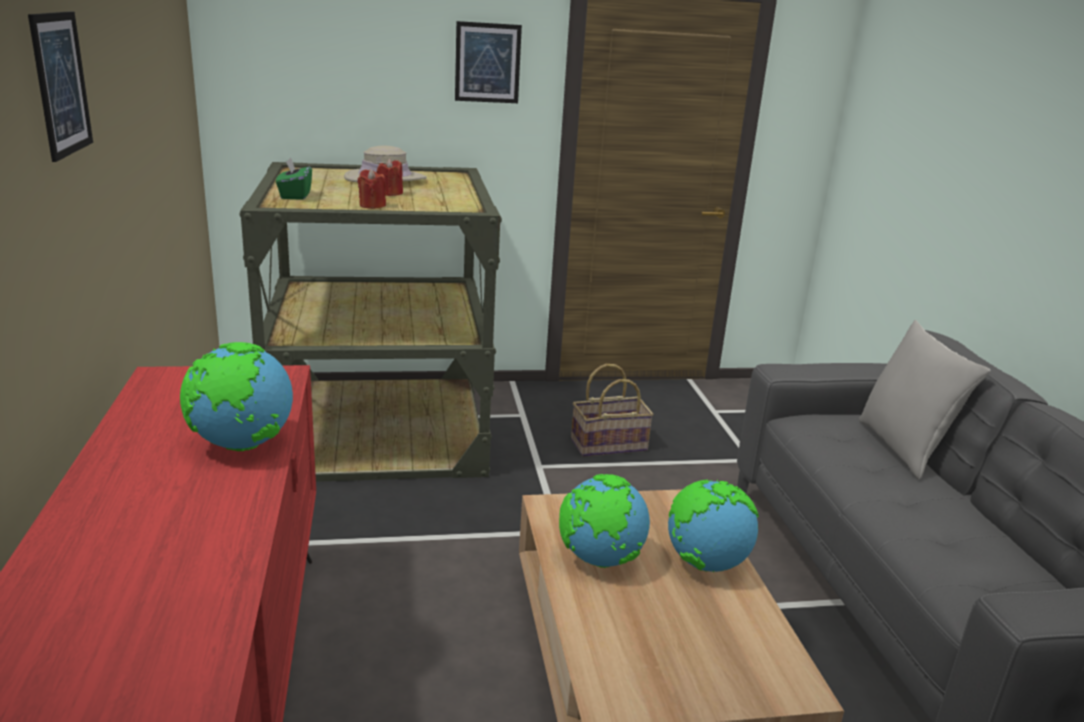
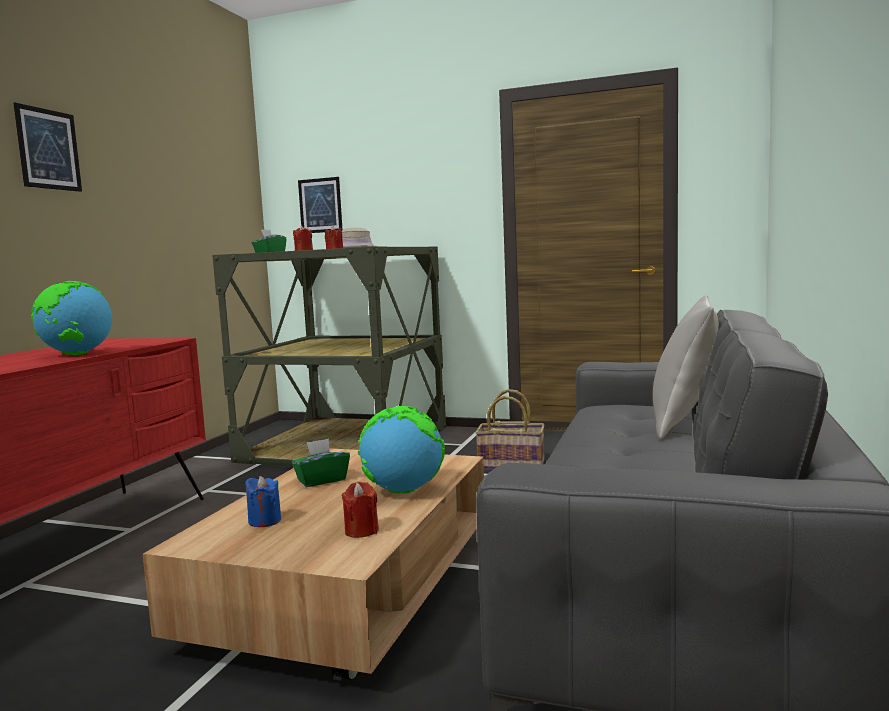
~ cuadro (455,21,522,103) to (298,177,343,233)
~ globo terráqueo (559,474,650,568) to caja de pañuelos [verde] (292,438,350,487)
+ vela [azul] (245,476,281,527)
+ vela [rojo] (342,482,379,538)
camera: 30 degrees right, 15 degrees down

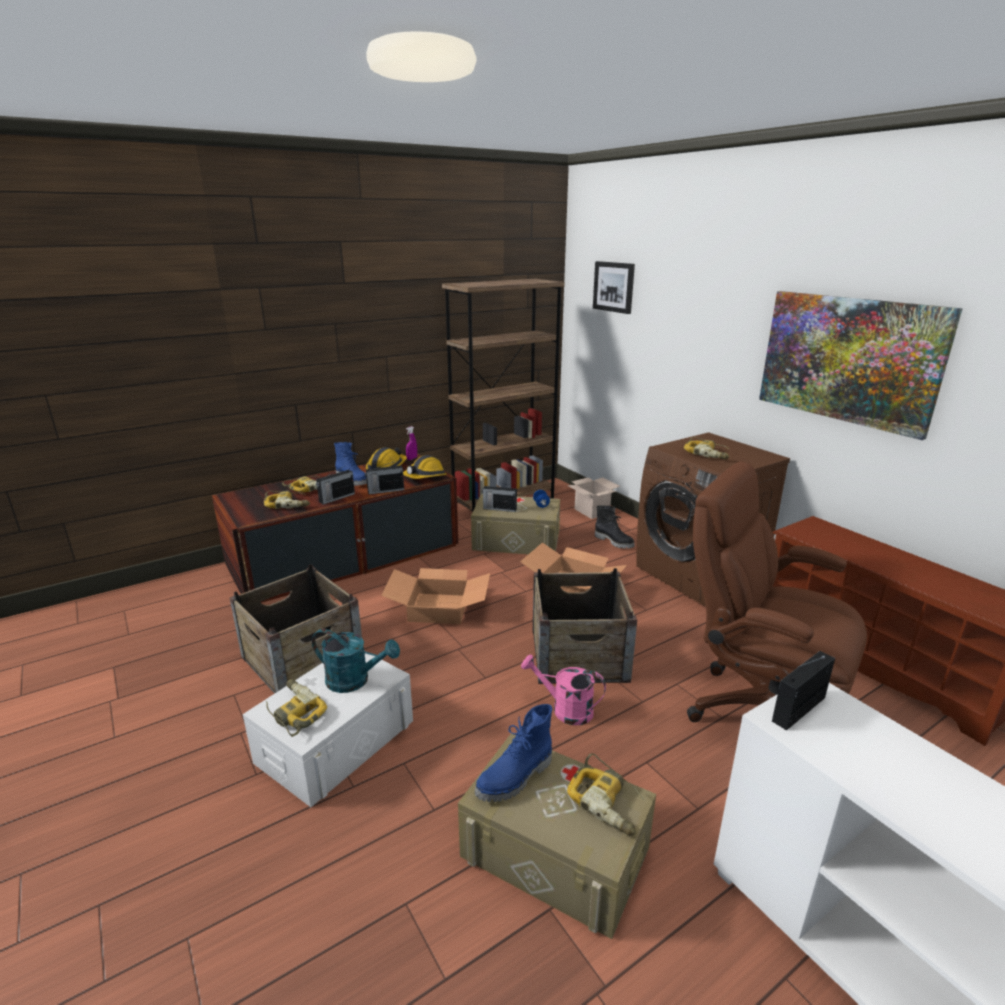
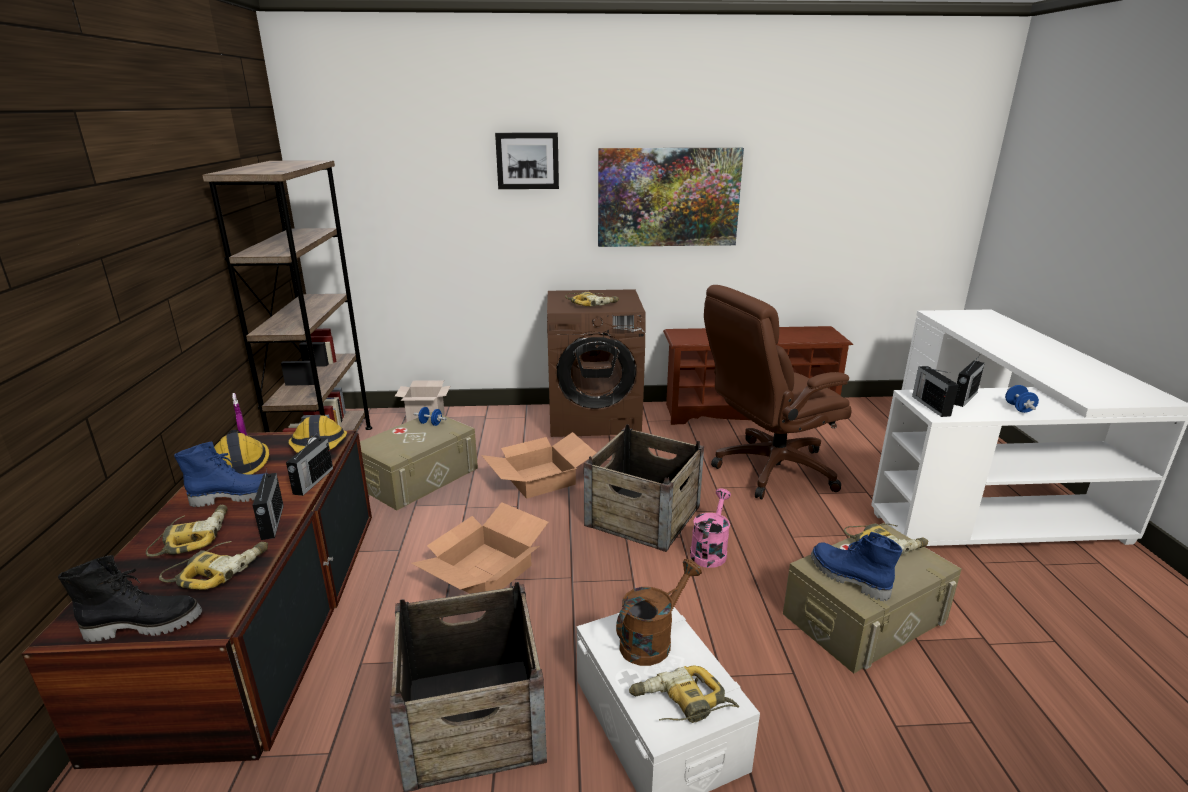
~ cuadro (593,261,635,314) to (495,133,559,189)
~ radio (482,484,517,512) to (954,355,985,407)
~ bota [negro] (595,505,635,549) to (58,555,202,642)
~ regadera [turquesa] (312,629,400,693) to regadera [marrón] (616,559,702,666)
~ regadera [rosa] (521,655,606,725) = (690,489,731,568) 150 degrees clockwise
~ bota [azul] (475,704,553,802) = (811,532,902,601) 150 degrees clockwise
+ mancuerna [azul] (1005,385,1039,413)
camera: 60 degrees left, 0 degrees up

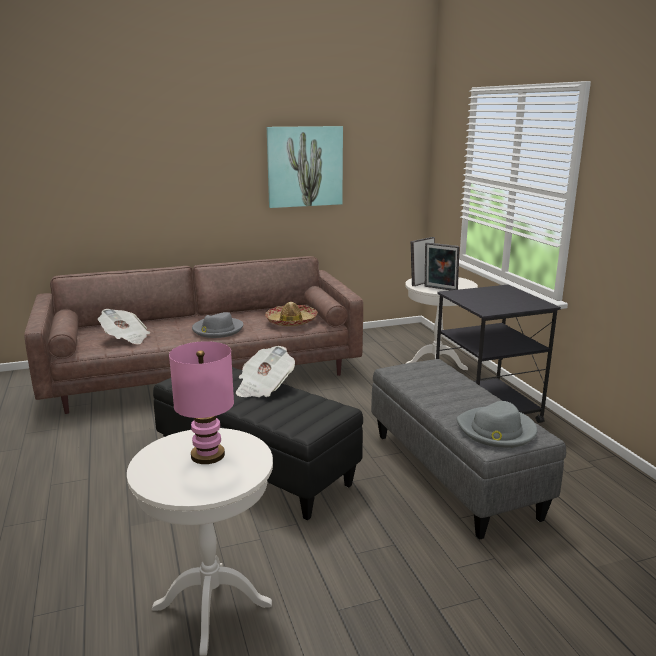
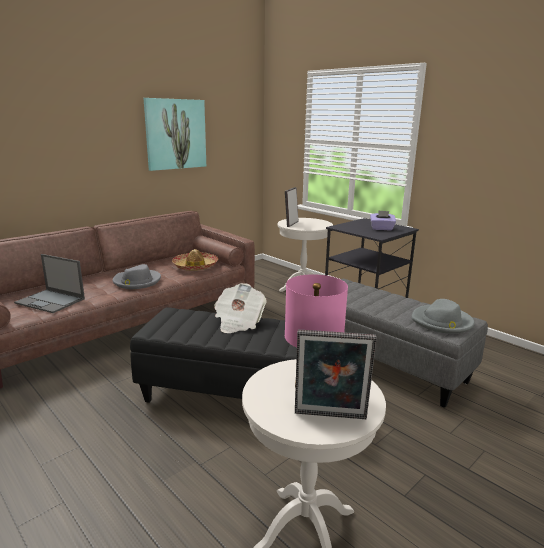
~ portarretratos (425,242,460,290) to (295,330,376,419)
~ periódico (98,309,150,344) to portátil (14,254,85,313)
+ caja de pañuelos [morado] (370,211,396,230)
camera: 25 degrees left, 0 degrees up

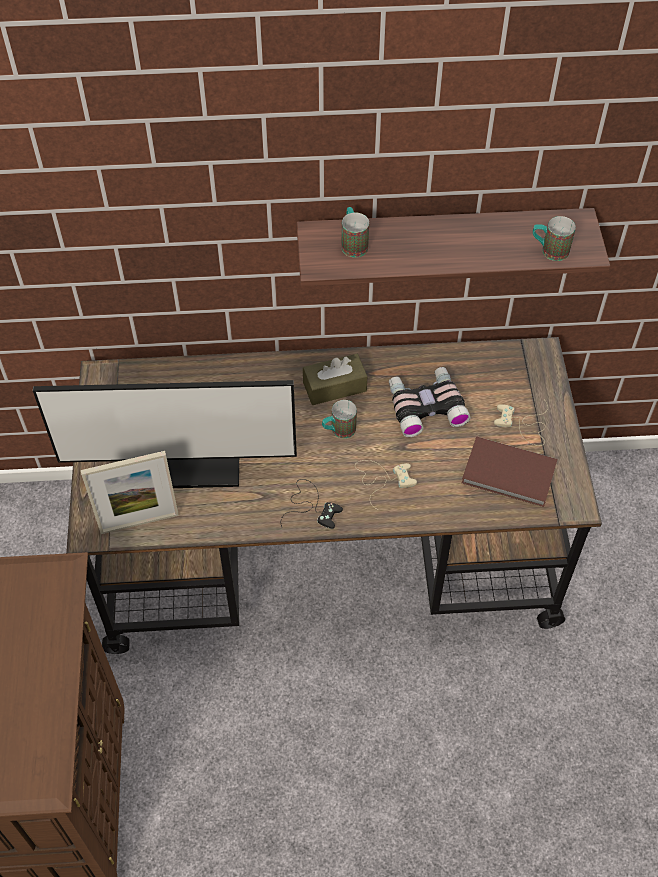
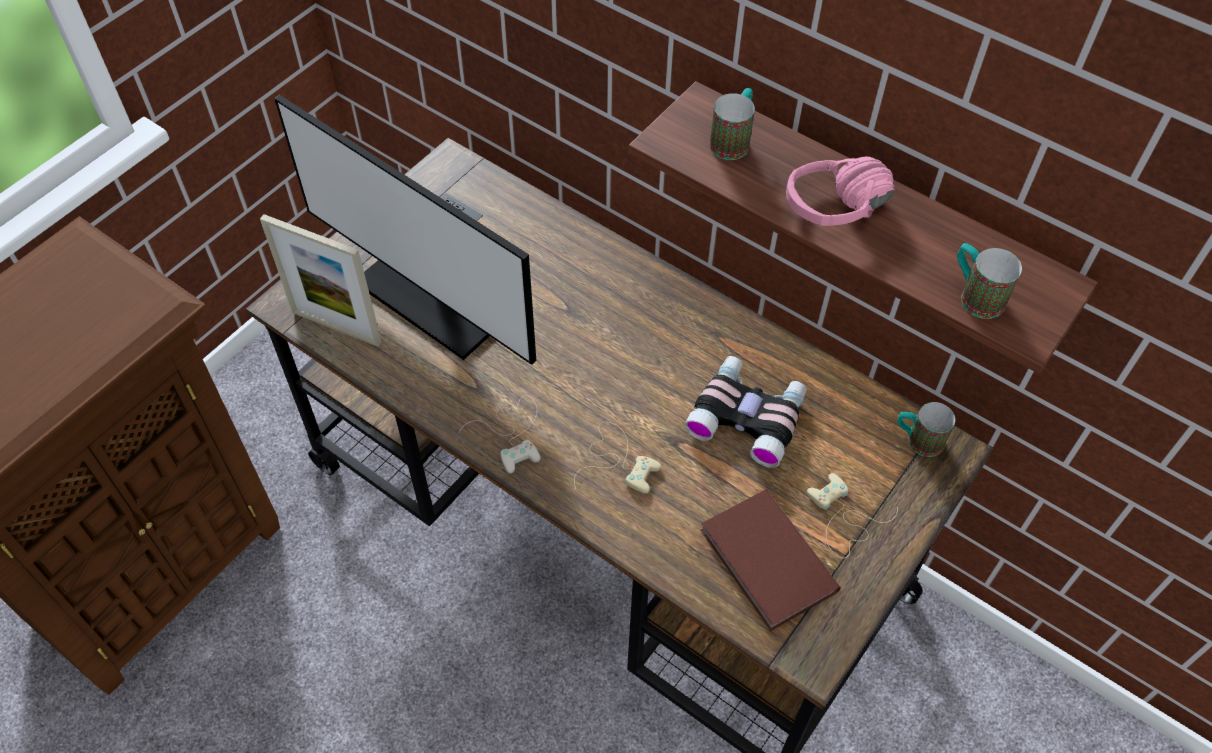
- caja de pañuelos [marrón] (303,354,367,405)
~ taza grande (322,400,357,439) to (898,402,955,457)
~ mando de consola [negro] (281,479,343,529) to mando de consola [blanco] (459,396,541,474)
+ auriculares [rosa] (786,157,894,226)
camera: 40 degrees right, 0 degrees up

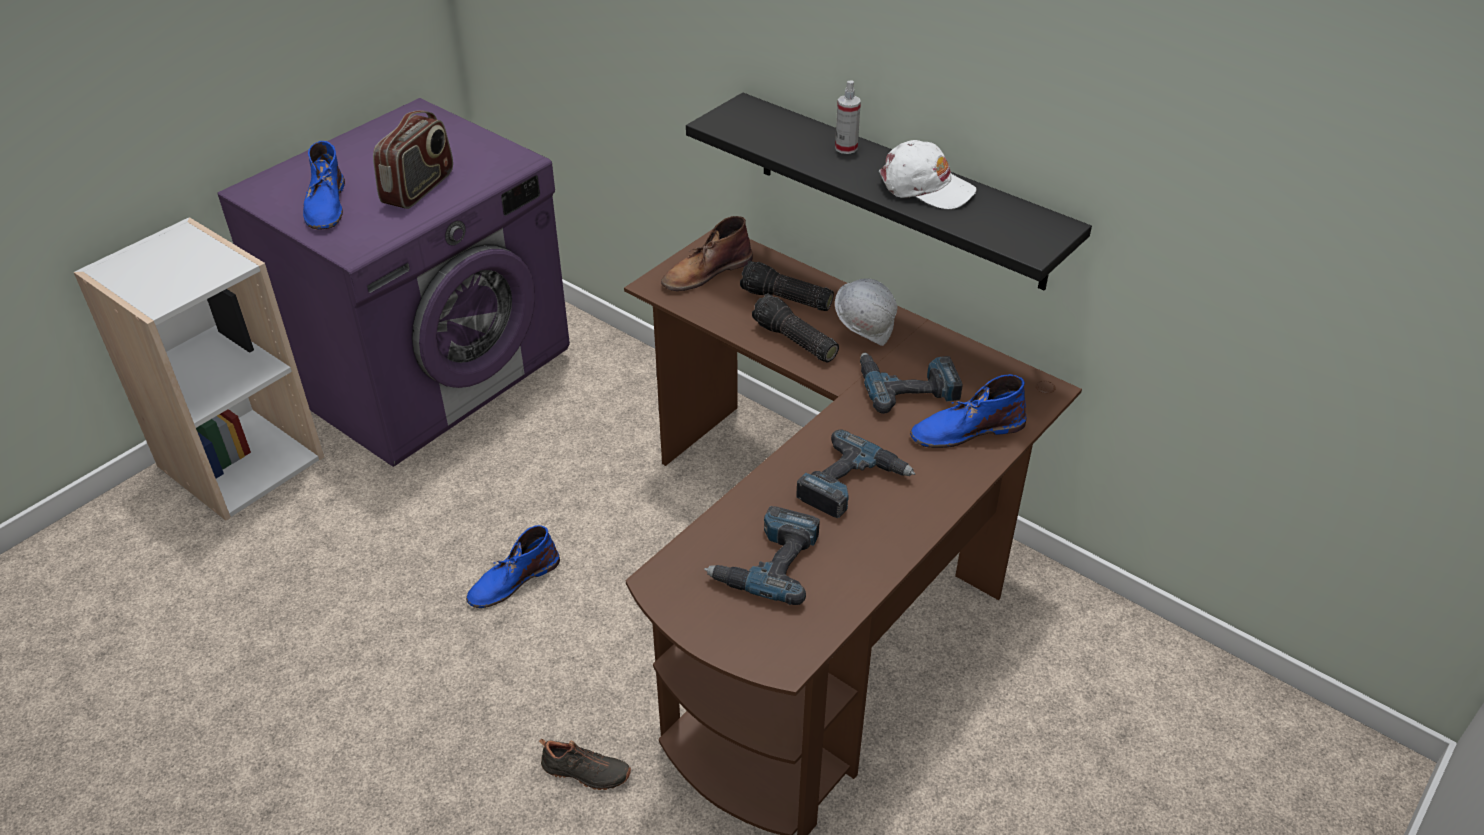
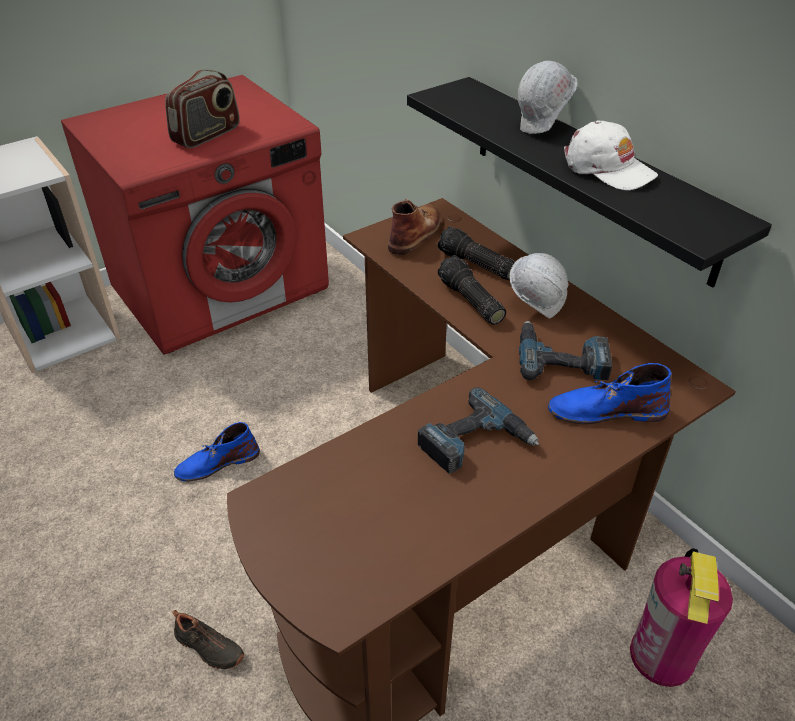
~ pulverizador (835,81,861,154) to casco [blanco] (518,61,578,134)
~ lavadora [morado] (217,98,570,467) to lavadora [rojo] (61,75,329,355)
- bota [azul] (303,141,345,230)
~ bota [marrón] (661,216,753,291) = (388,199,441,255) 135 degrees clockwise
- taladro (704,506,820,605)
+ extintor (630,548,733,687)
camera: 15 degrees right, 0 degrees up

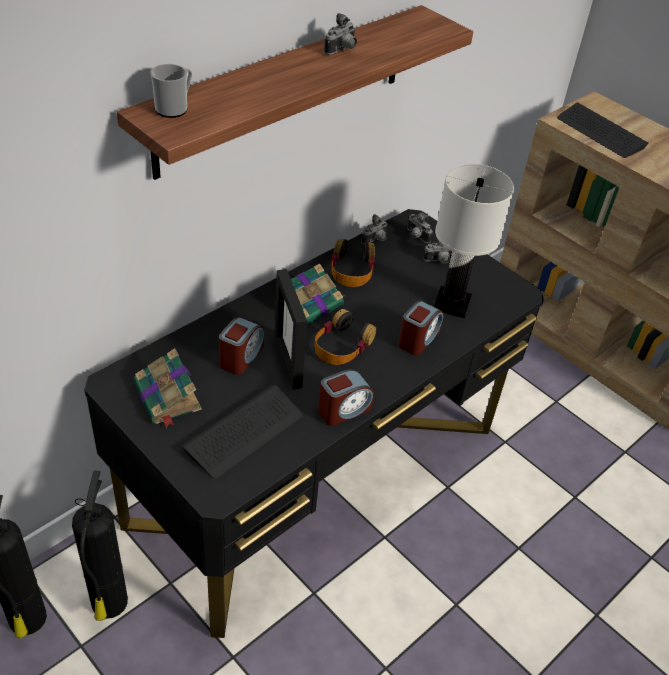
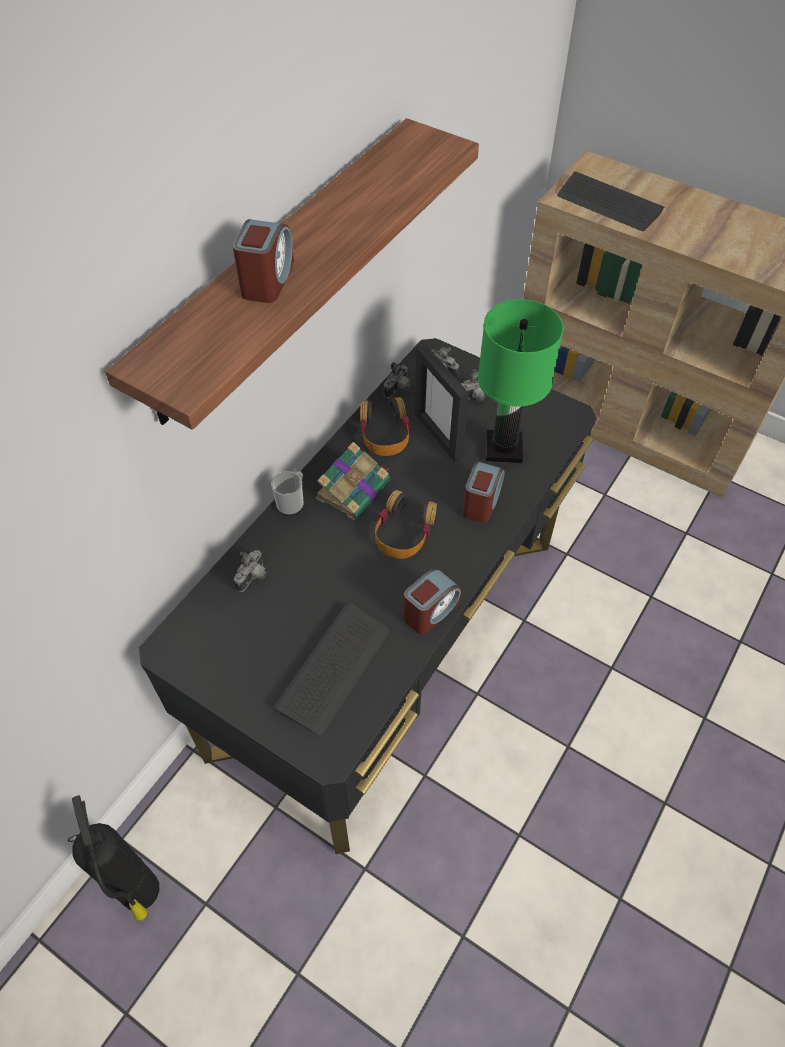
~ cámara (324,13,357,55) to (234,550,267,592)
~ taza grande (151,64,192,118) to (271,471,304,515)
~ lámpara de mesa [blanco] (433,164,514,318) to lámpara de mesa [verde] (478,299,564,463)
~ portarretratos (274,269,307,390) to (415,344,469,462)
~ despertador (219,317,264,375) to (233,219,294,303)
- libro (133,348,202,428)
- extintor (72,471,128,621)
camera: 10 degrees left, 10 degrees up

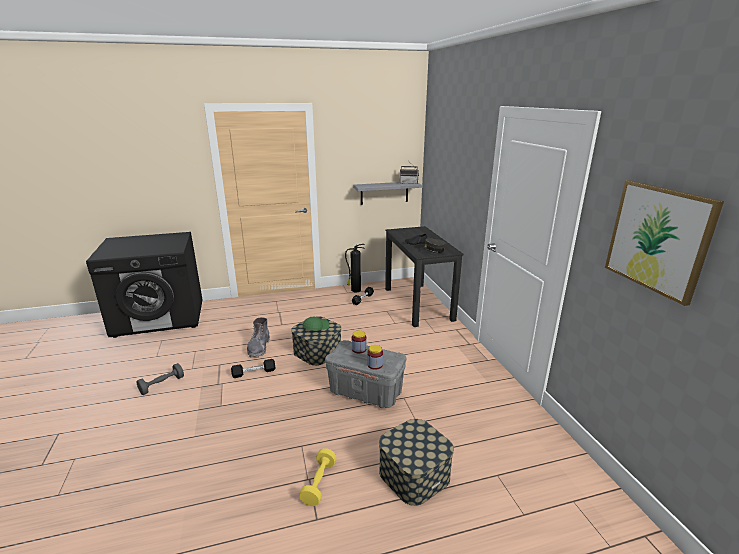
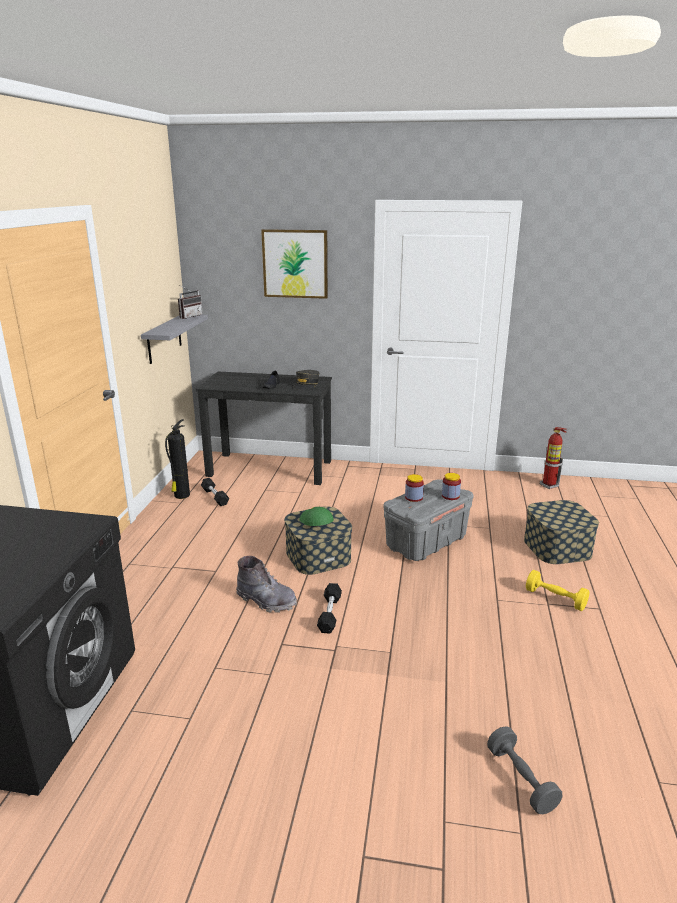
~ cuadro (605,180,724,306) to (261,229,328,299)
~ mancuerna [gris] (136,363,184,395) to (487,726,562,814)
+ extintor (540,427,567,489)
camera: 65 degrees left, 0 degrees up

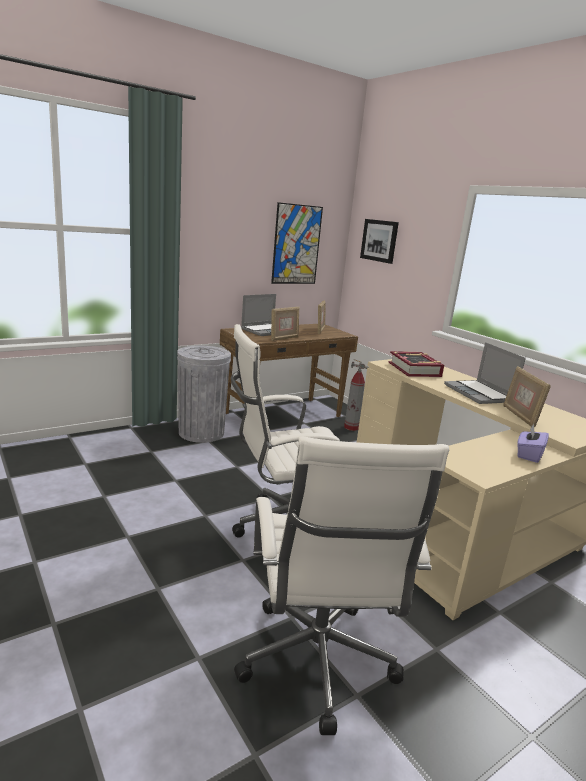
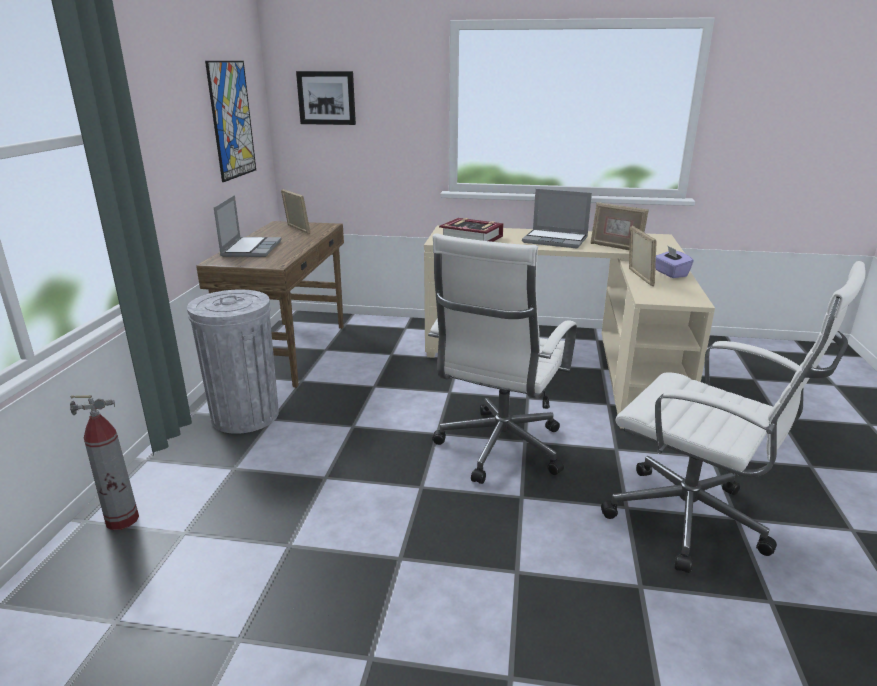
~ portarretratos (271,307,299,341) to (629,225,657,287)
~ extintor (344,359,369,431) to (70,395,139,530)
camera: 45 degrees left, 5 degrees up

